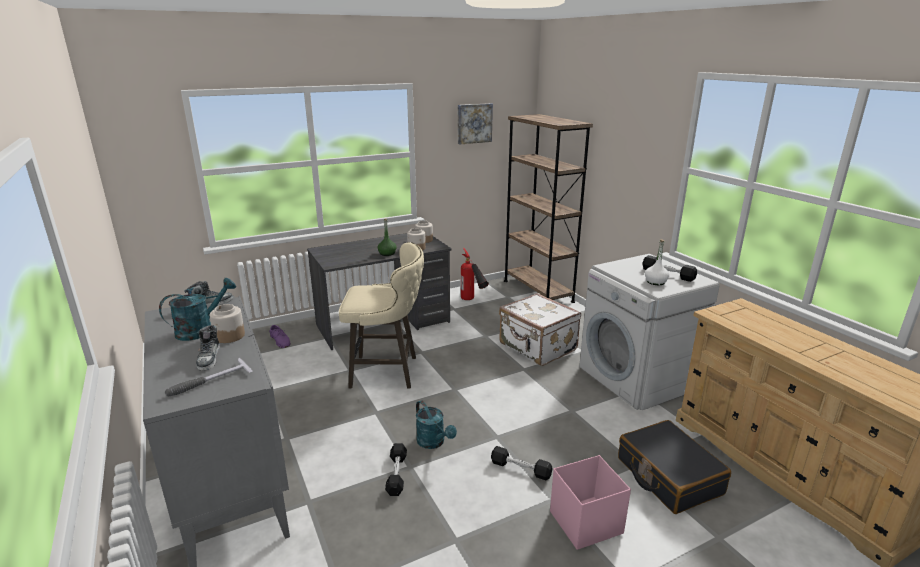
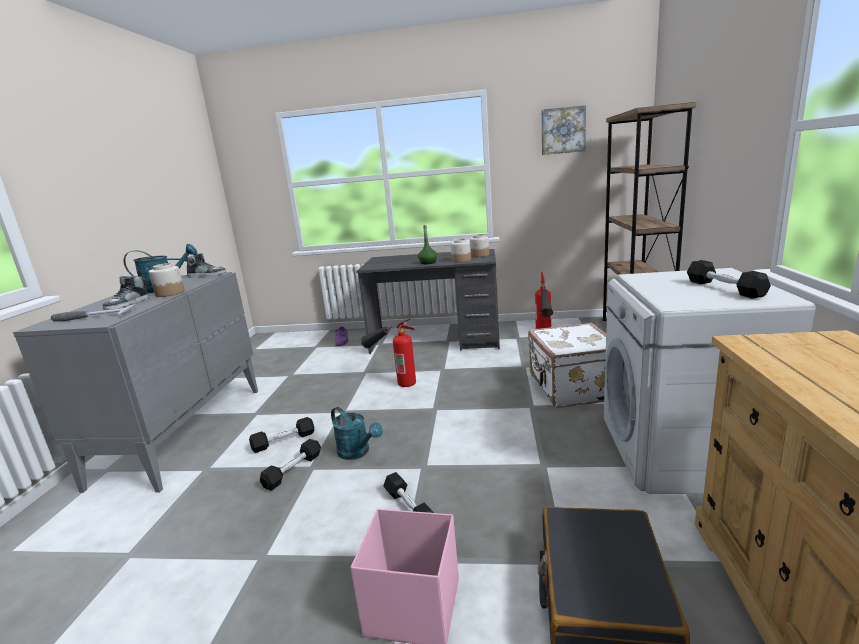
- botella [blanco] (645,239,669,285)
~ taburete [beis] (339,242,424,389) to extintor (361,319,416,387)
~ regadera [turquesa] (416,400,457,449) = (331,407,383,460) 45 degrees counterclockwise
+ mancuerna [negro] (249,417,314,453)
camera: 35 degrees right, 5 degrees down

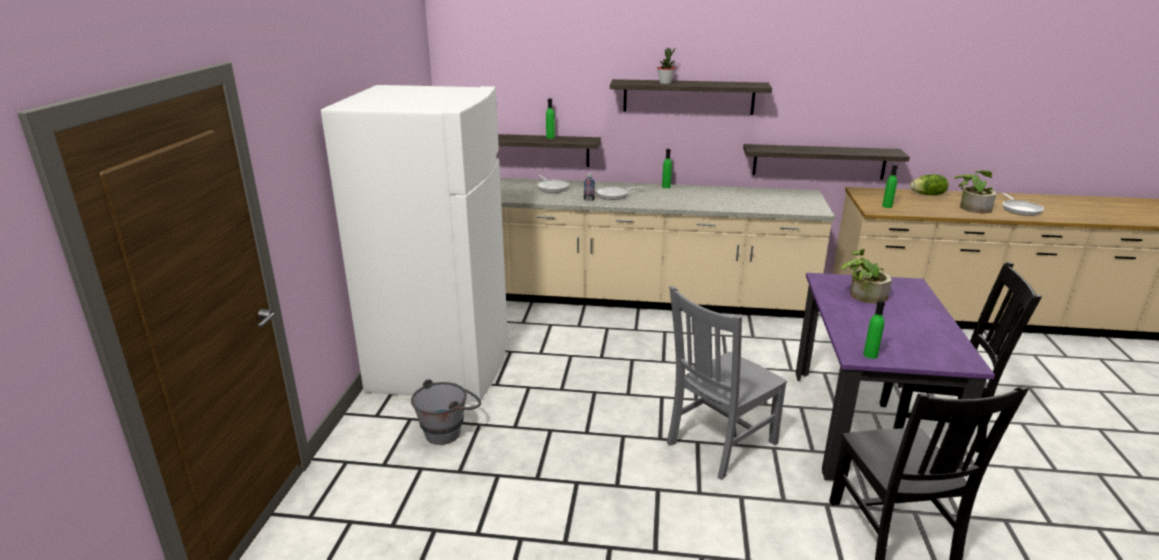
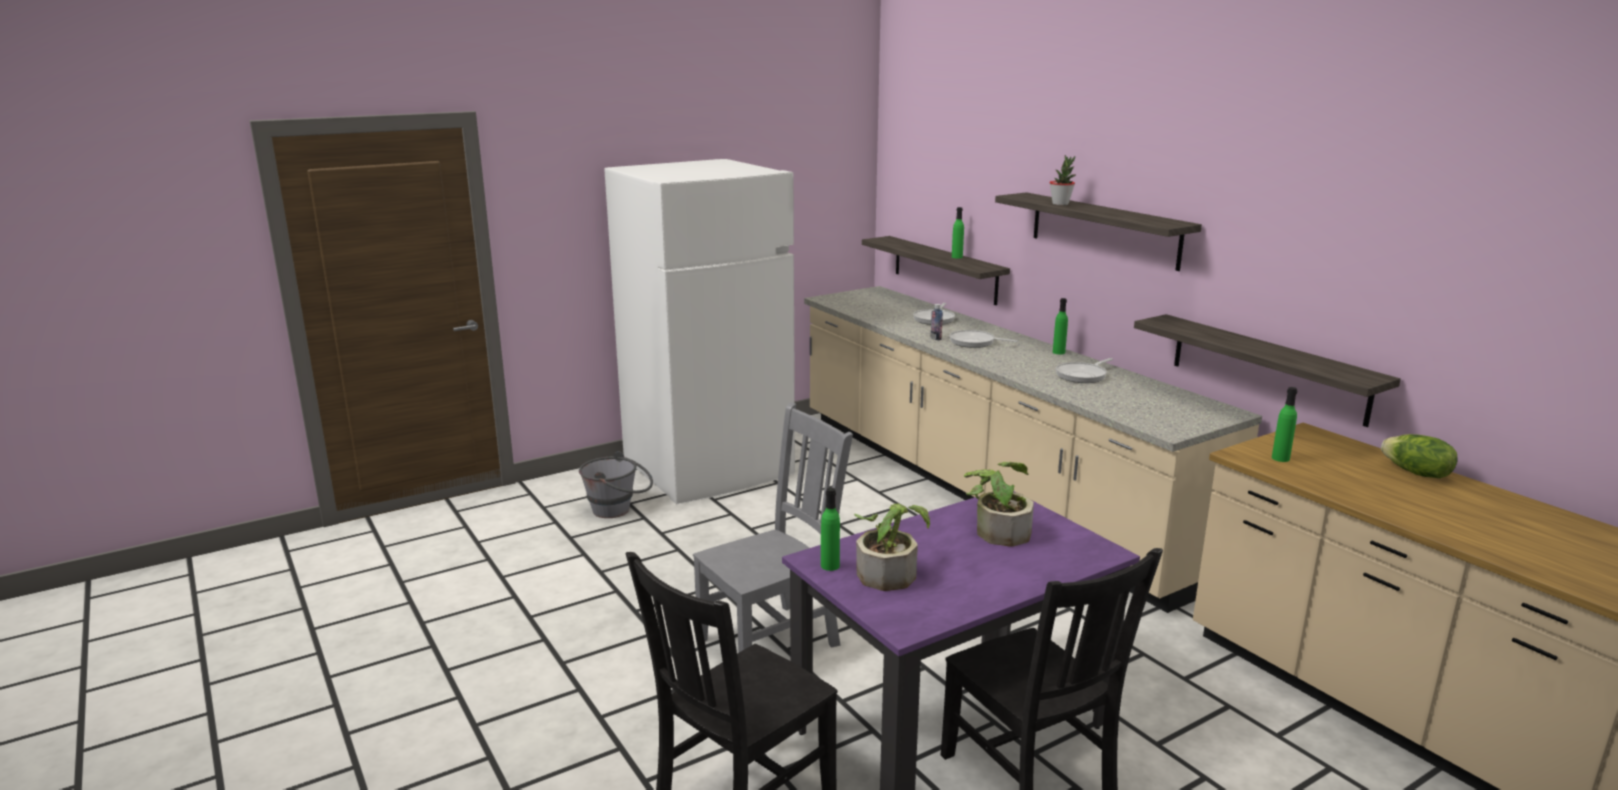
~ planta en maceta (954,170,996,214) to (854,504,930,591)
~ sartén (1002,193,1044,216) to (1056,358,1113,383)
~ silla [gris] (667,286,787,480) = (693,402,853,653) 135 degrees clockwise
camera: 50 degrees right, 5 degrees down

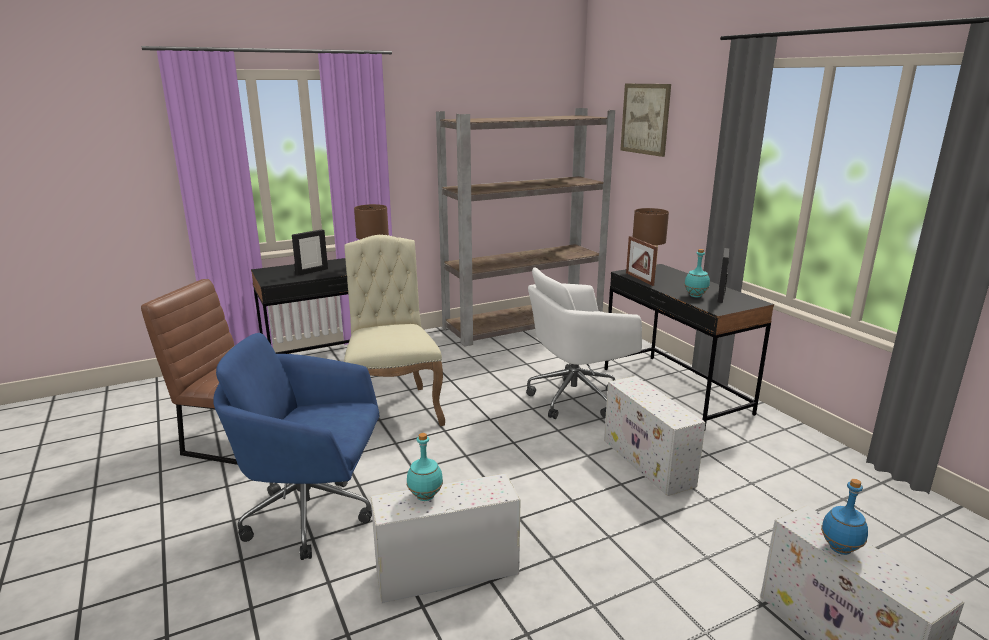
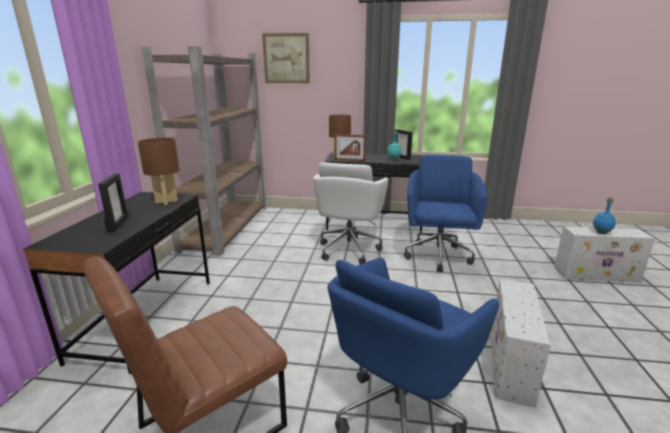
- silla [beis] (344,235,445,426)
~ caja de almacenaje [blanco] (604,376,706,496) to silla de oficina [azul] (404,155,488,272)
- botella [turquesa] (407,433,443,501)
camera: 55 degrees left, 0 degrees up

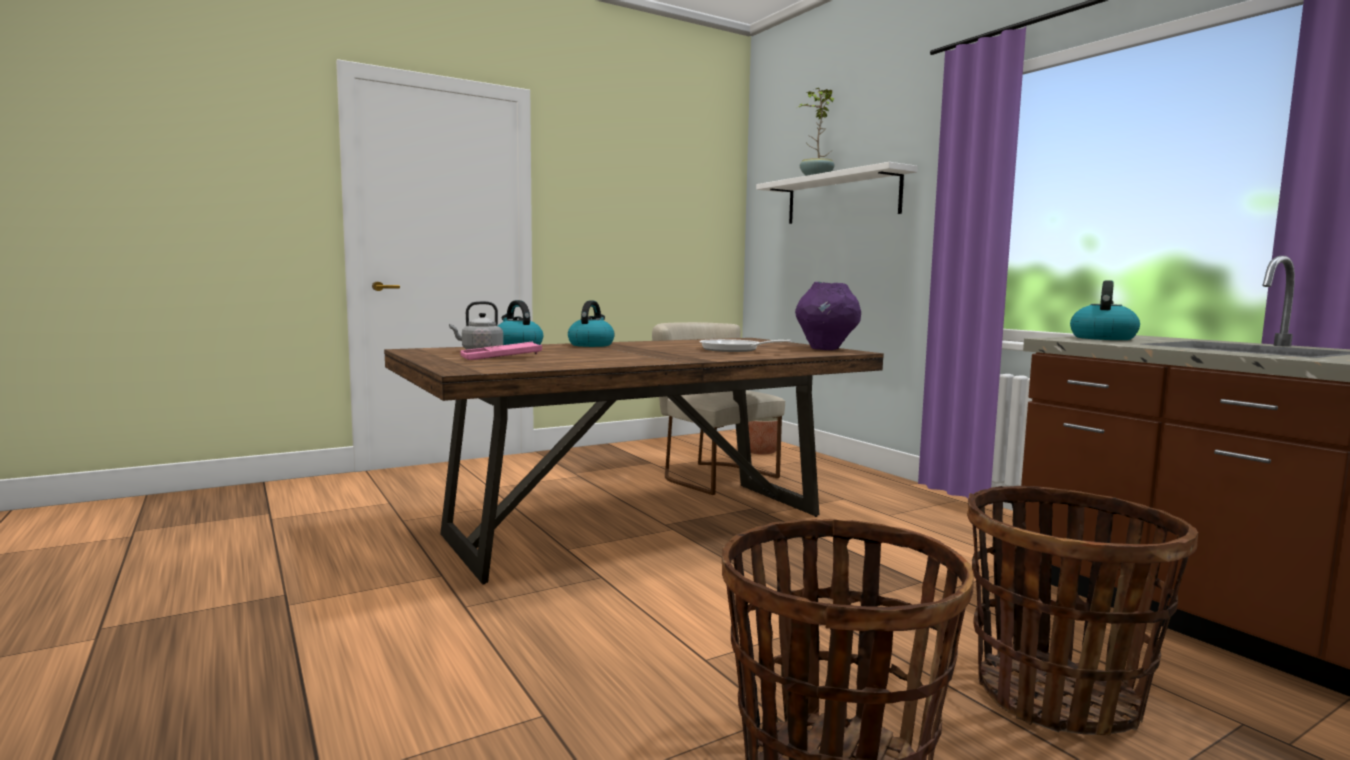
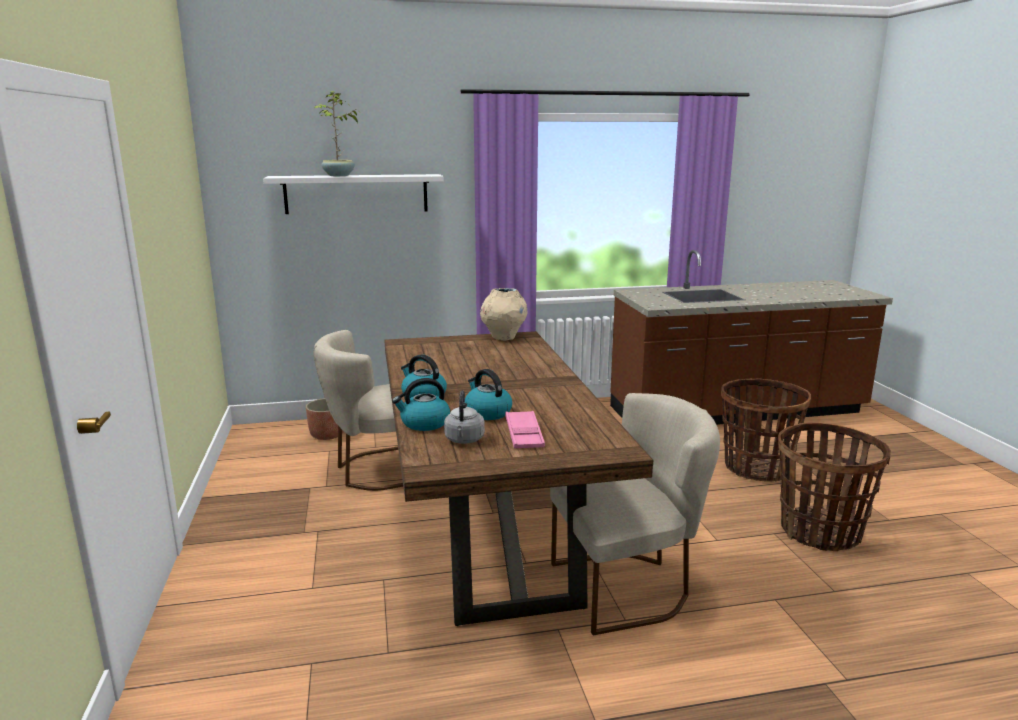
~ hervidor (1070,280,1140,340) to (465,369,512,420)
~ florero [morado] (795,282,861,350) to florero [beis] (480,288,528,341)
- sartén (699,339,792,352)
+ silla [beis] (550,393,720,635)
camera: 70 degrees left, 10 degrees up

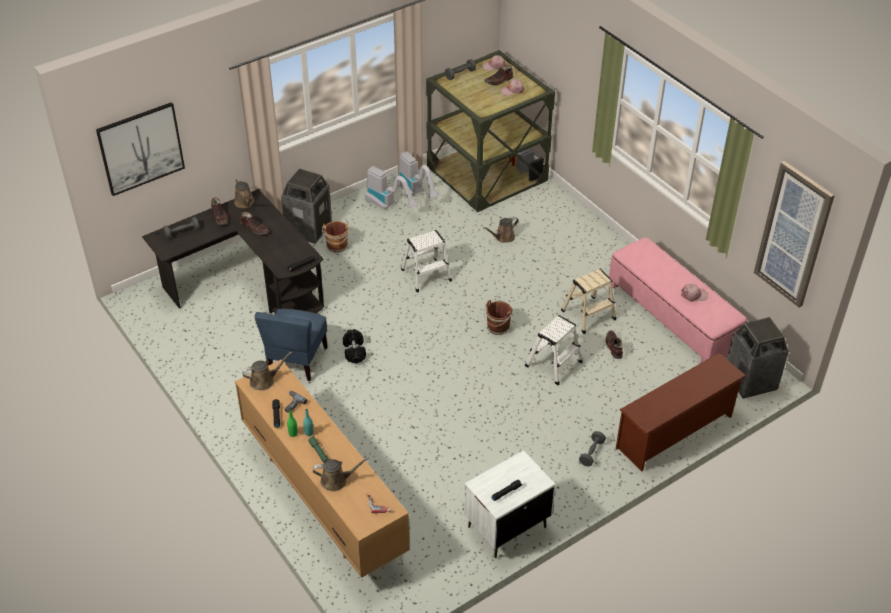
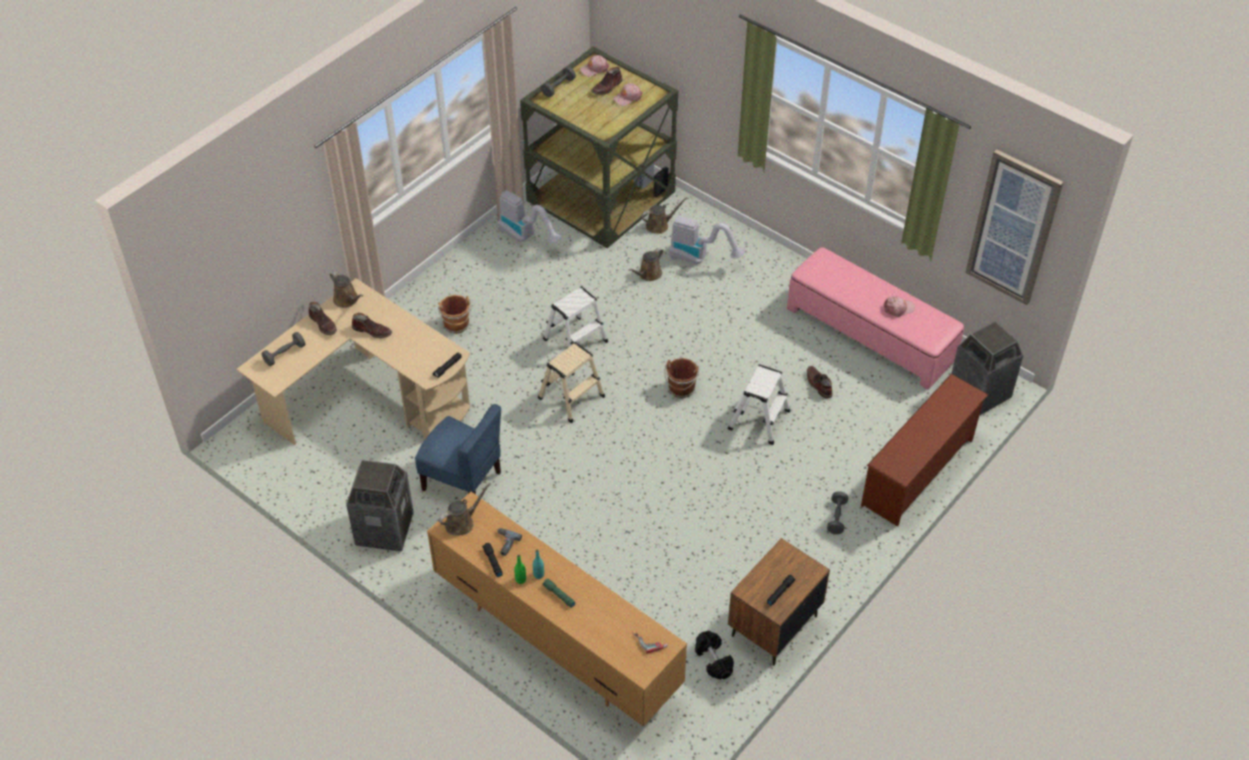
- cuadro (96,102,185,196)
~ aspiradora (365,166,419,210) to (669,215,745,265)
~ papelera (281,168,332,244) to (346,460,414,551)
~ escritorio [negro] (142,189,324,313) to escritorio [beis] (236,278,470,445)
~ escalera de tijera [beis] (561,268,616,334) to (538,342,605,423)
~ silla [azul] (255,309,328,381) = (415,404,501,494) 60 degrees counterclockwise
~ mancuerna [negro] (343,329,366,363) to (695,631,734,680)
~ mesita de noche [blanco] (464,450,556,558) to mesita de noche [marrón] (728,538,830,665)
~ regadera [marrón] (313,458,369,492) to (641,197,688,234)
camera: 15 degrees left, 5 degrees up

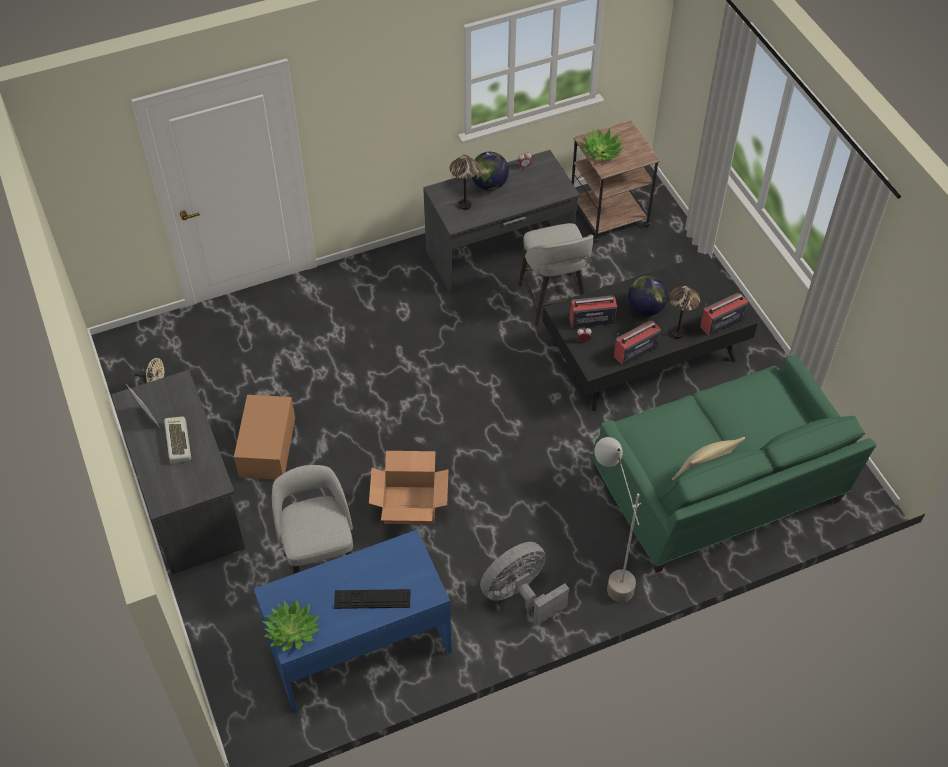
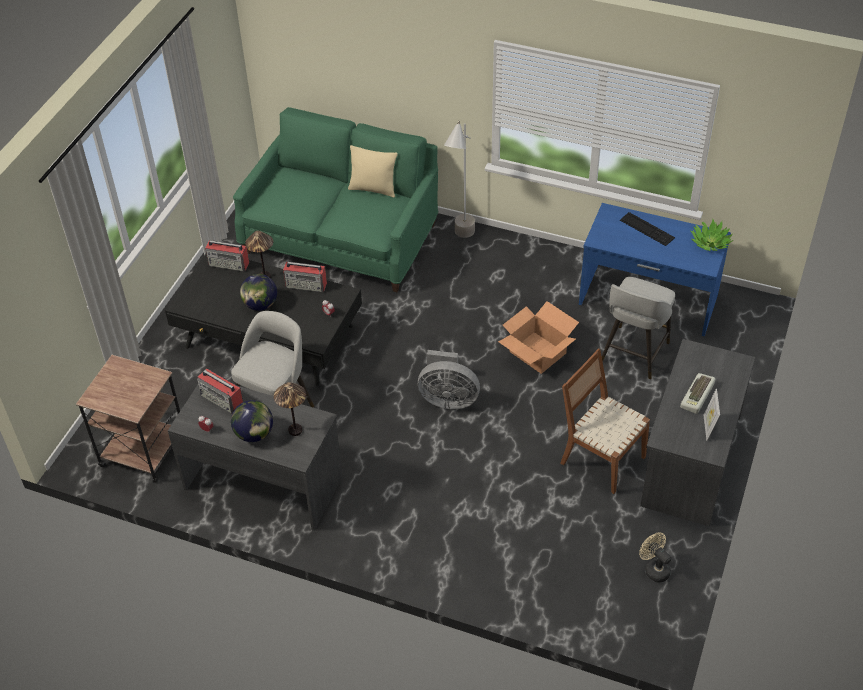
- planta en maceta (581,127,625,161)
~ radio (570,295,617,328) to (197,369,243,414)
~ caja de cartón (234,395,295,480) to silla (560,349,650,494)
~ ventilador [gris] (480,542,569,625) to (418,350,480,409)
camera: 135 degrees left, 5 degrees down

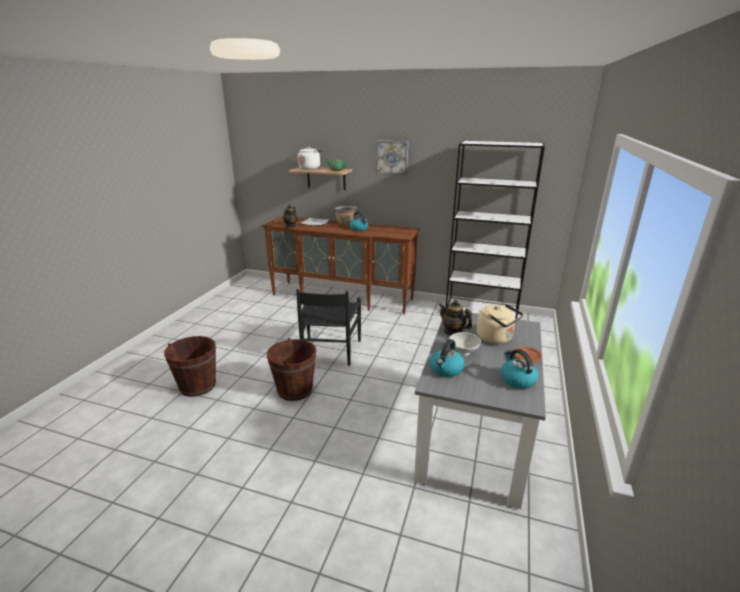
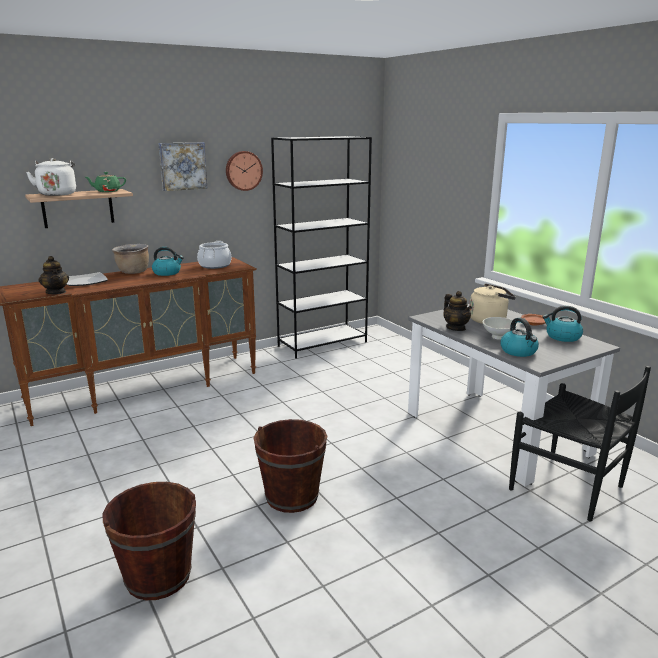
~ silla [negro] (296,289,361,366) to (509,366,651,521)
~ tetera (439,300,472,335) = (443,291,472,331) 105 degrees counterclockwise
+ reloj de pared (226,151,263,191)
+ olla (197,241,231,269)
camera: 50 degrees left, 5 degrees down

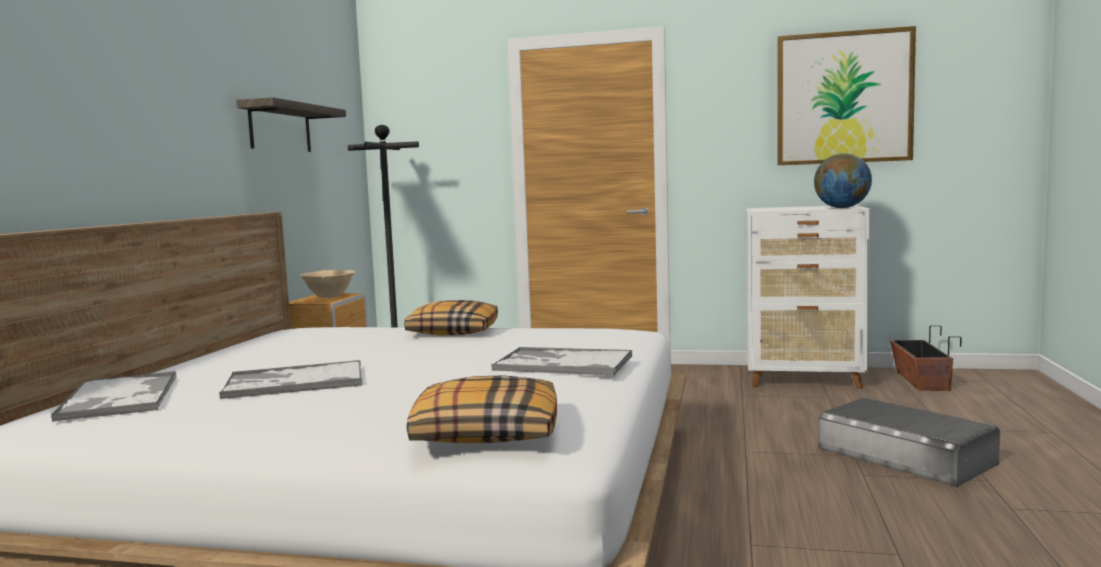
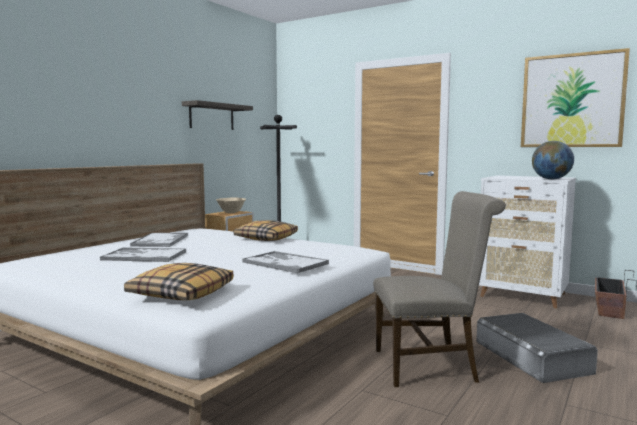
~ bandeja (50,371,177,422) to (130,233,189,247)
+ silla [beis] (373,191,506,387)
camera: 20 degrees right, 0 degrees up

